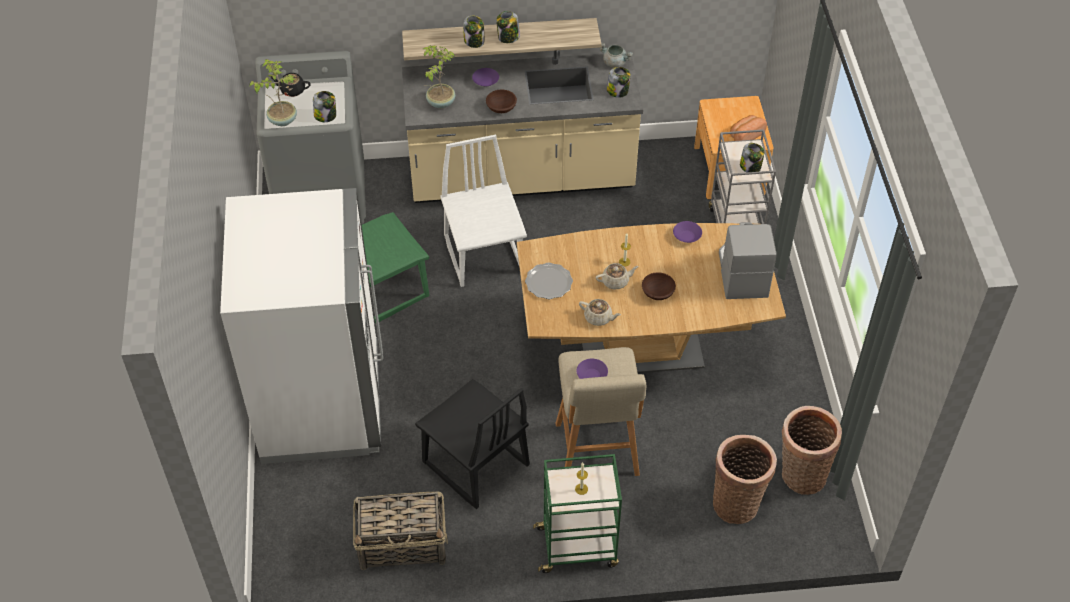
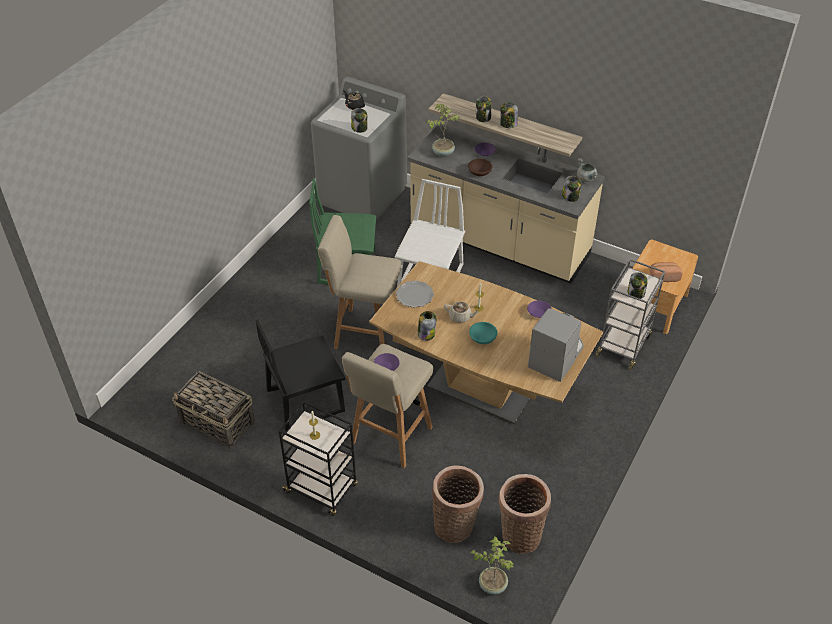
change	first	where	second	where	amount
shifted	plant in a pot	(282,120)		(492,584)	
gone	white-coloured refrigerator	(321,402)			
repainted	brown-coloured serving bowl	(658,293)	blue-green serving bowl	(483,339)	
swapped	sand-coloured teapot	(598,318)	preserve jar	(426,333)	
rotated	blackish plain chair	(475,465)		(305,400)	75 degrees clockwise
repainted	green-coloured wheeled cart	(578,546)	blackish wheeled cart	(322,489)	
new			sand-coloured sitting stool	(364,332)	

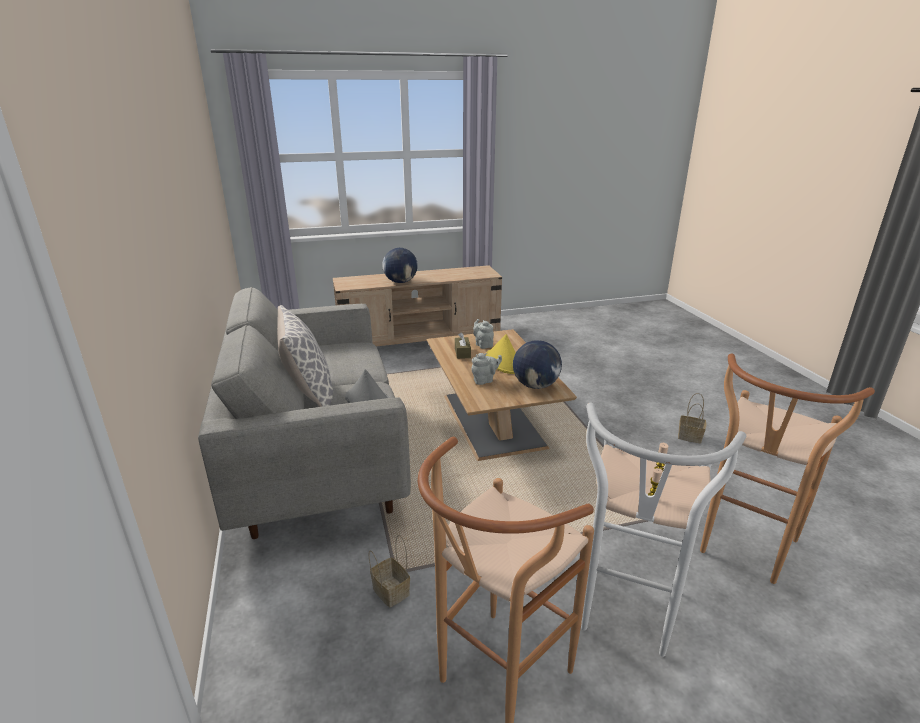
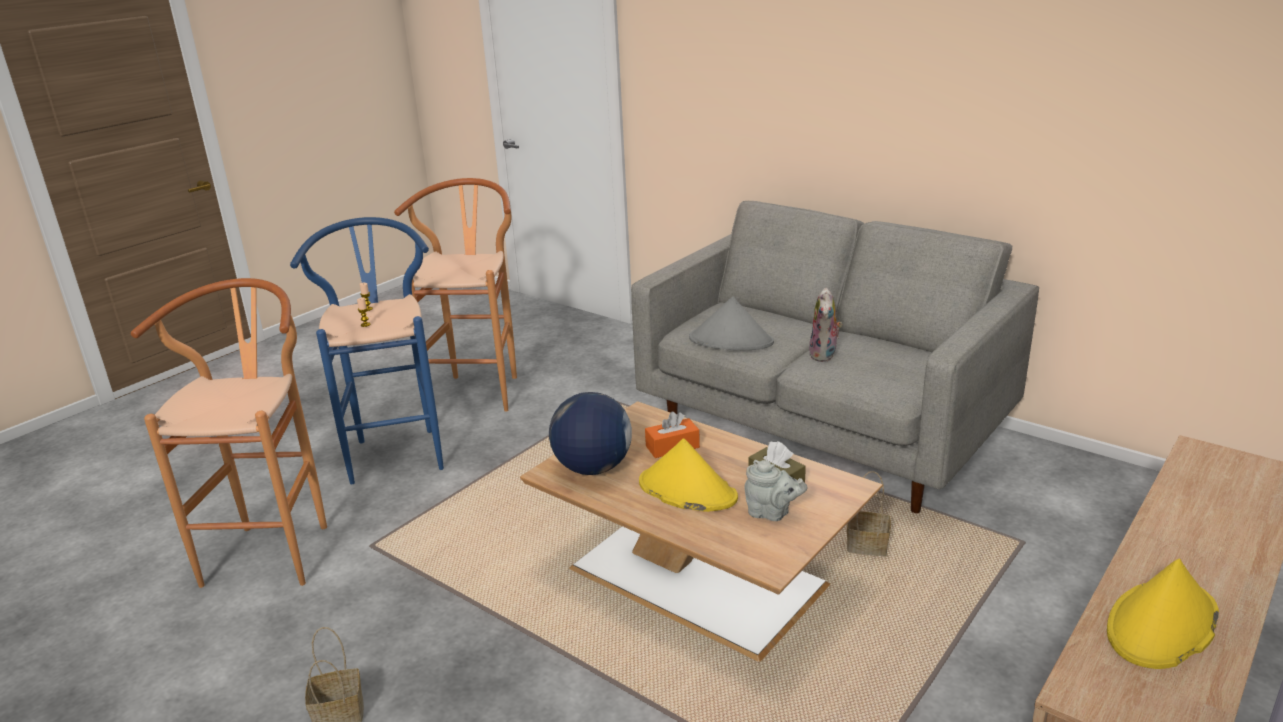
change	first	where	second	where	amount
gone	world globe	(400,282)			
gone	throw pillow	(309,394)			
swapped	grey teapot	(485,380)	orange-coloured box of tissues	(672,447)	
repainted	white-coloured sitting stool	(626,616)	blue-coloured sitting stool	(396,450)	
shifted	basket	(389,591)		(868,546)	
new			plush toy	(824,355)	
new			yellow-coloured wearable hat	(1161,625)	

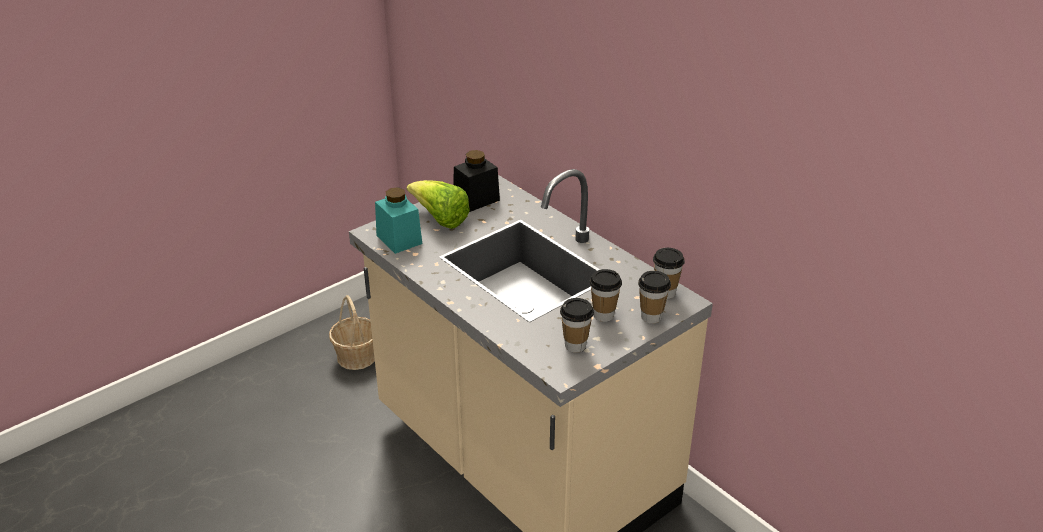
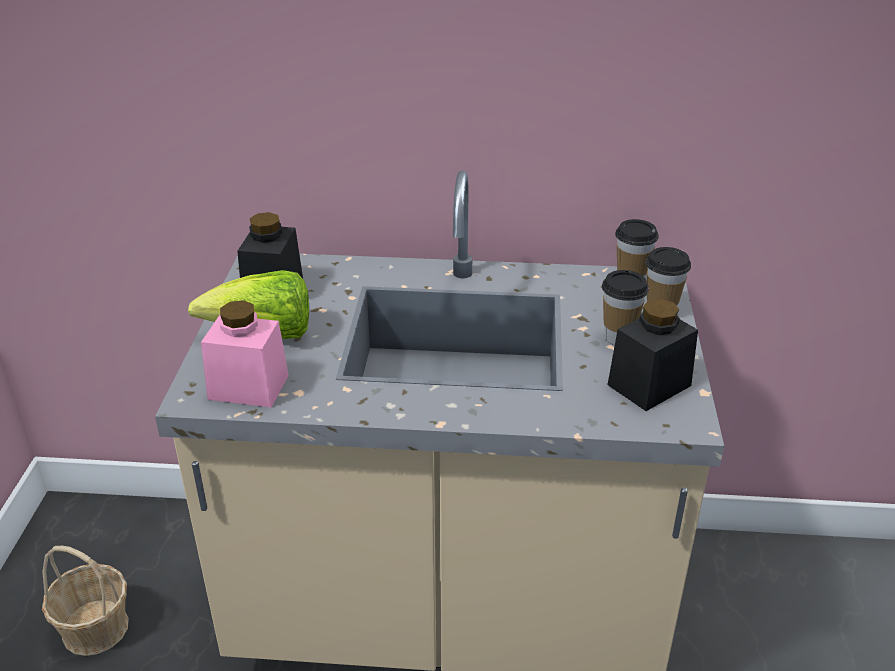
change	first	where	second	where	amount
repainted	blue-green preserve jar	(399,239)	pink preserve jar	(248,387)	
swapped	drinking cup	(575,345)	blackish preserve jar	(649,385)	

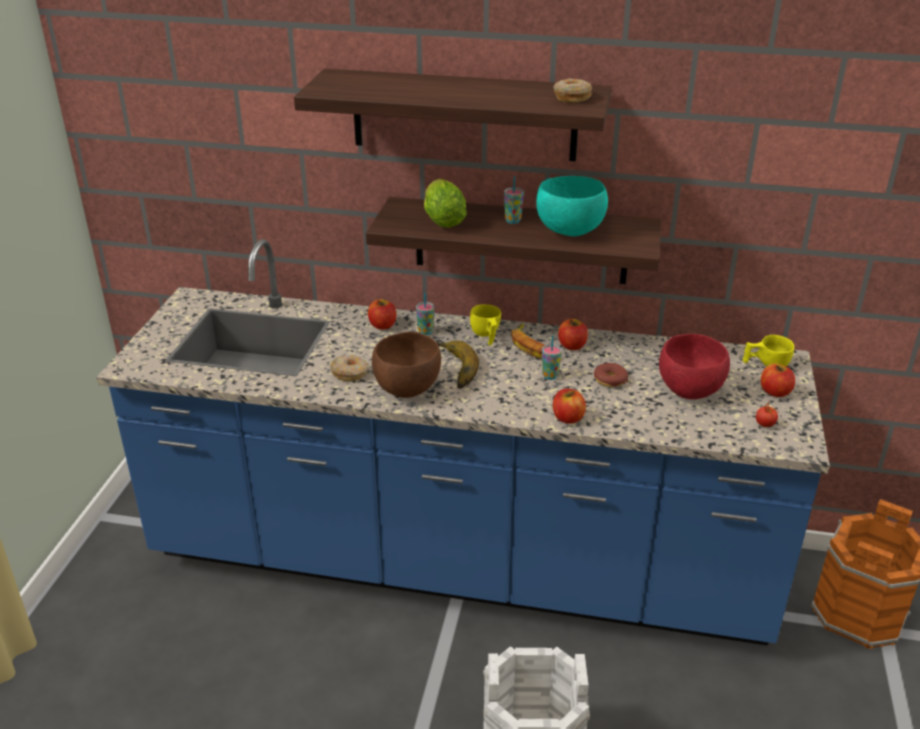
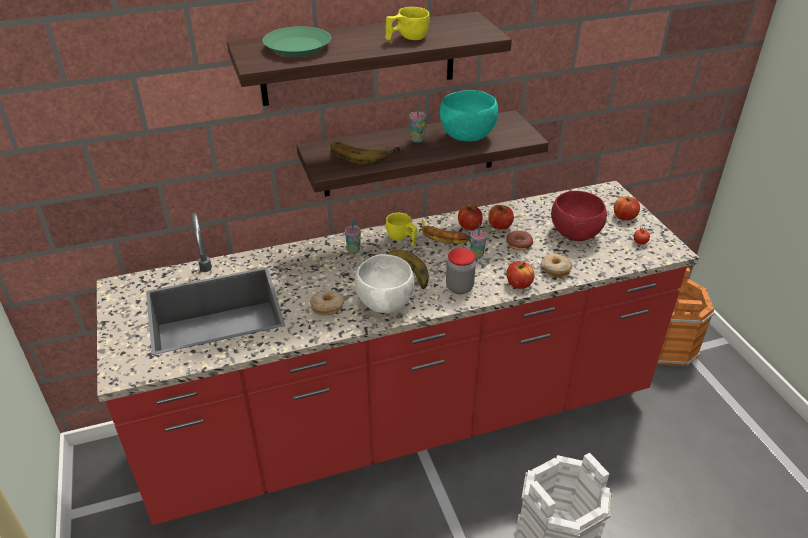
change	first	where	second	where	amount
shifted	donut	(572,97)		(555,269)	
swapped	lettuce	(442,219)	whole banana	(363,153)	
repainted	blue-coloured counter	(460,563)	red-coloured counter	(404,421)	
shifted	apple fruit	(382,325)		(500,226)	
repainted	brown-coloured serving bowl	(406,389)	white-coloured serving bowl	(384,304)	
shifted	yellow-coloured drinking cup	(765,364)		(406,38)	
new			green-coloured dinner plate	(298,47)	
new			preserve jar	(459,287)	

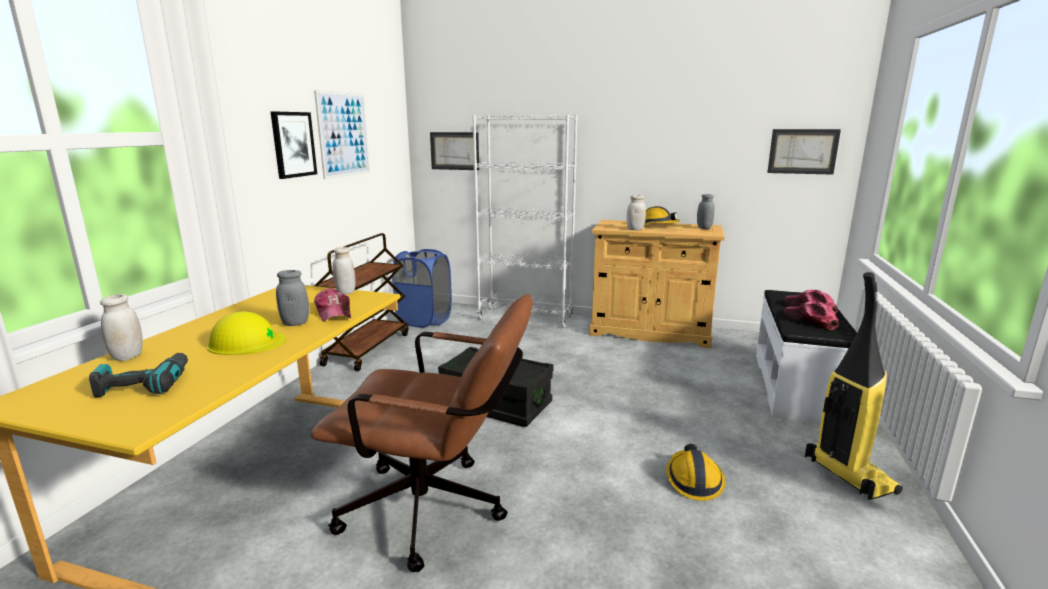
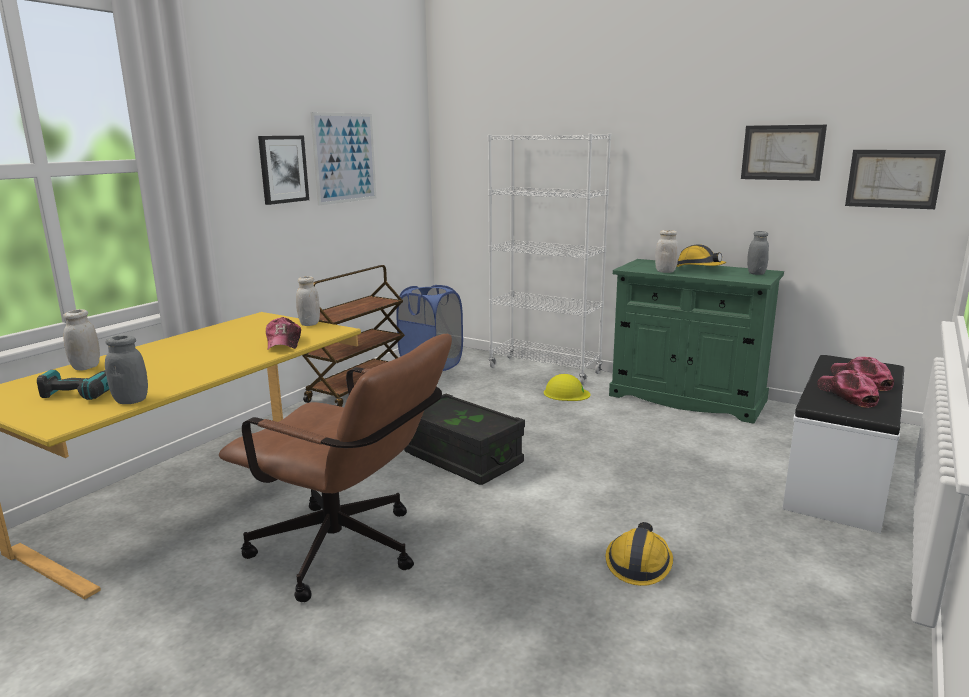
change	first	where	second	where	amount
shifted	picture	(454,151)		(782,152)	
repainted	sand-coloured cupboard	(650,332)	green-coloured cupboard	(687,398)	
shifted	grey preserve jar	(295,323)		(131,400)	
gone	vacuum	(847,475)			
shifted	yellow-coloured work helmet	(246,342)		(566,393)	

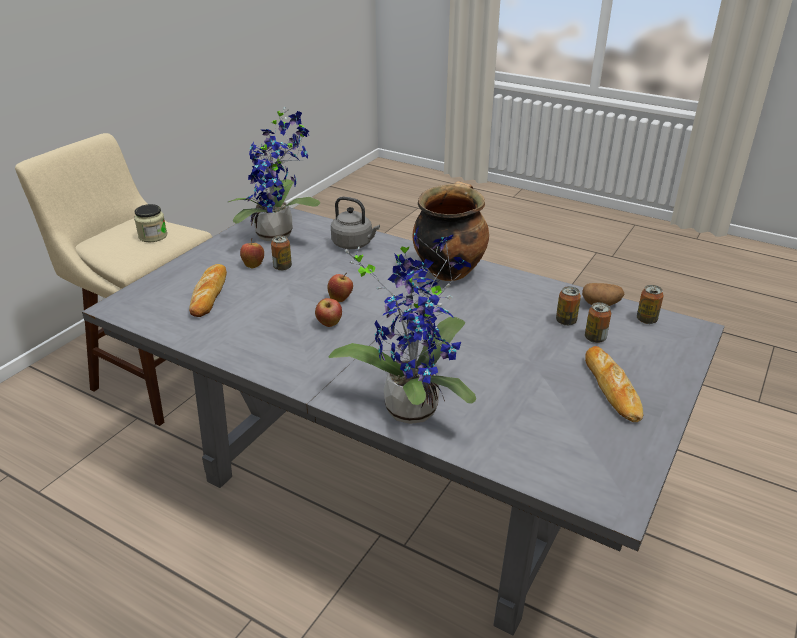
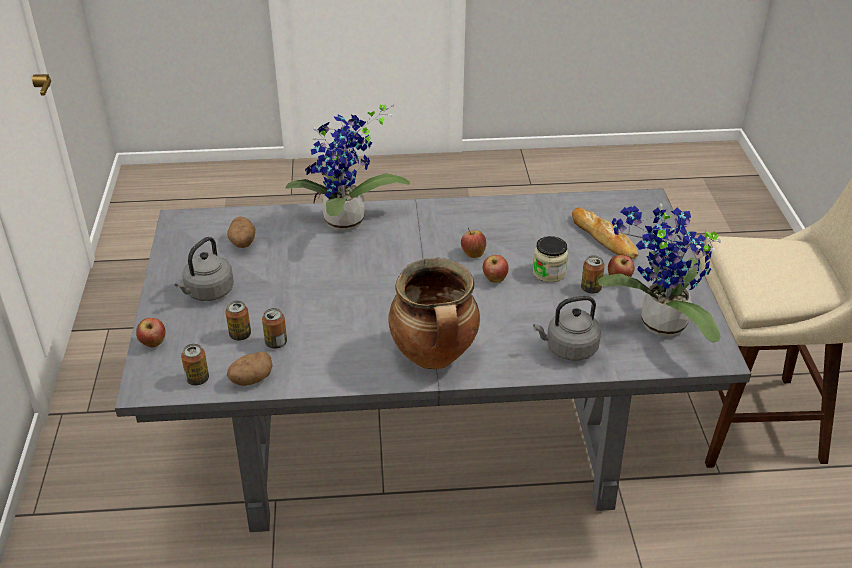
change	first	where	second	where	amount
shifted	preserve jar	(153,236)		(549,273)	
swapped	baked bread	(611,388)	grey kettle	(208,293)	
new			potato	(242,243)	
new			apple fruit	(153,344)	

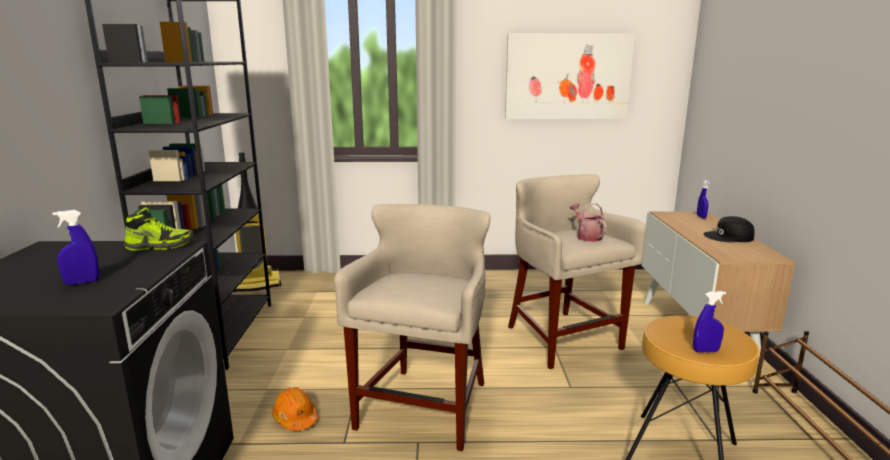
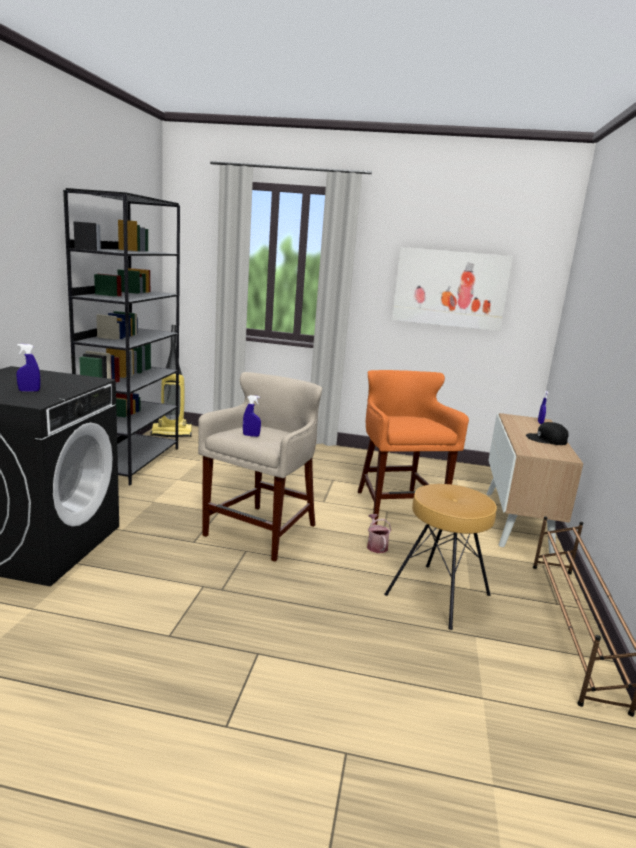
change	first	where	second	where	amount
repainted	sand-coloured sitting stool	(562,339)	orange-coloured sitting stool	(397,507)	
shifted	watering can	(587,236)		(376,545)	
gone	low shoe	(160,246)			
shifted	blue-coloured sprayer	(705,351)		(251,435)	
gone	orange-coloured work helmet	(295,418)			

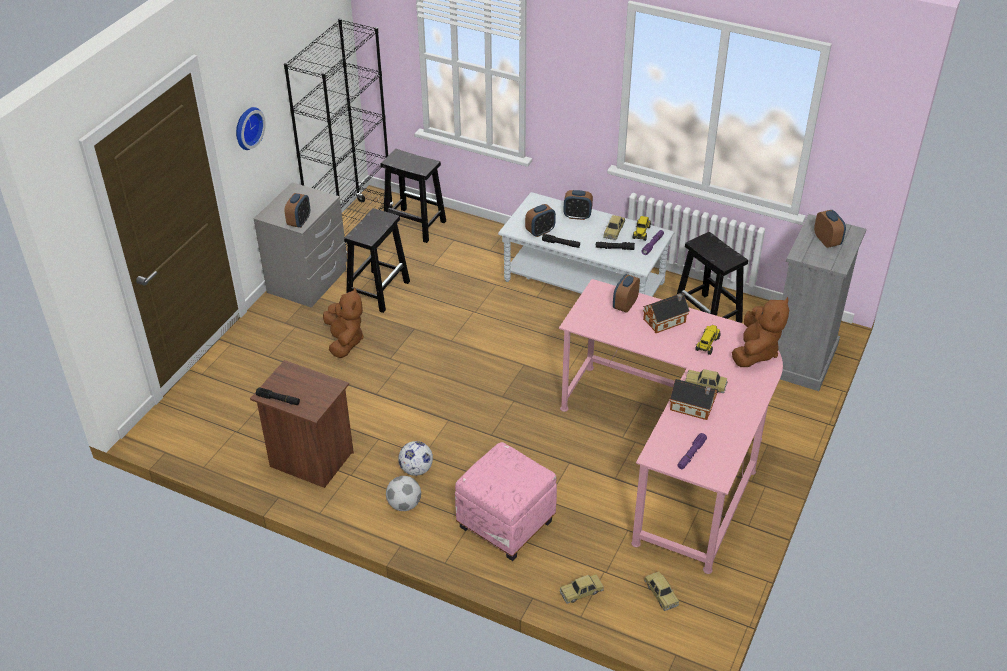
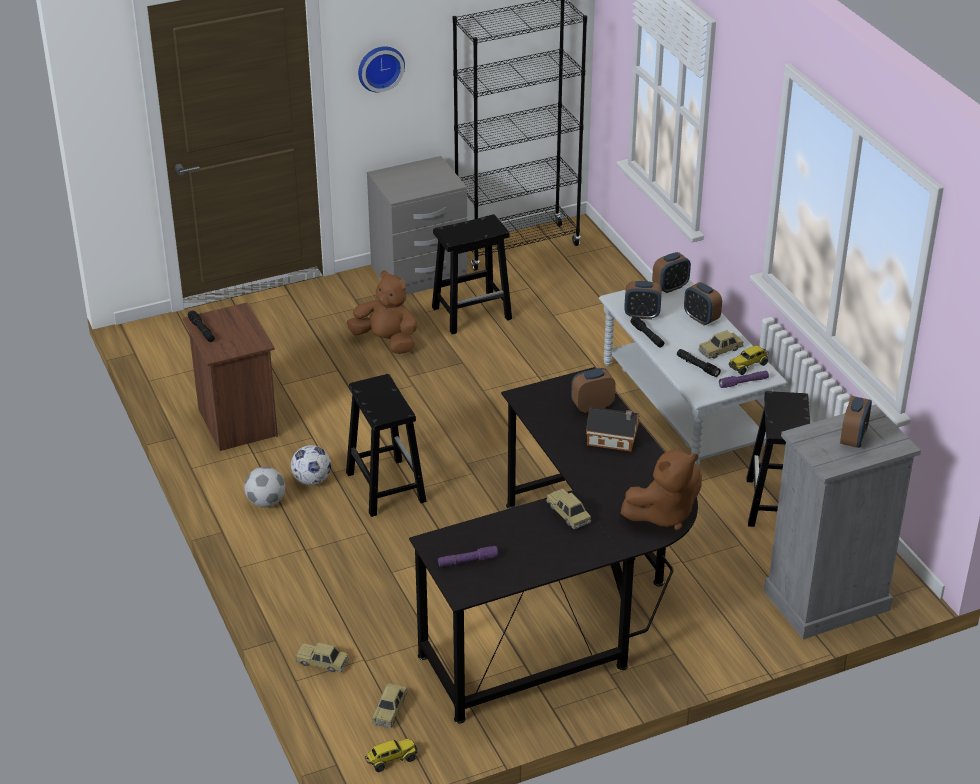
change	first	where	second	where	amount
shifted	blackish sitting stool	(413,225)		(385,486)	
shifted	bedside clock	(299,222)		(670,287)	
repainted	pink desk	(673,452)	blackish desk	(566,603)	
rotated	brown-coloured plush toy	(345,341)		(386,341)	90 degrees counterclockwise
shifted	model truck	(707,344)		(391,759)	
gone	model house	(693,407)			
gone	pink ottoman	(507,524)			

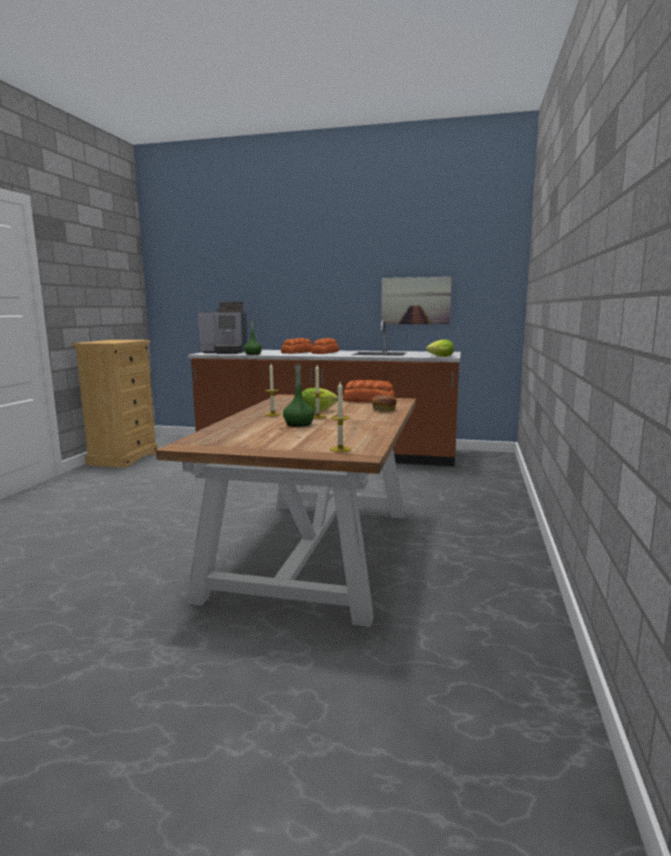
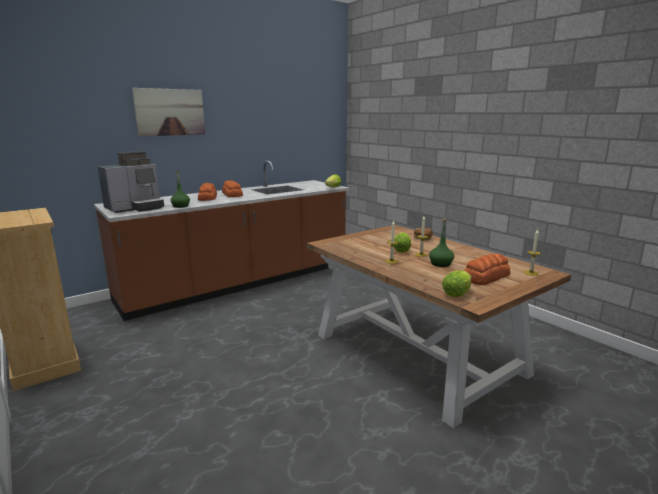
change	first	where	second	where	amount
shifted	picture	(415,301)		(170,112)	
shifted	baked bread	(368,400)		(485,277)	
new			lettuce	(458,293)	

